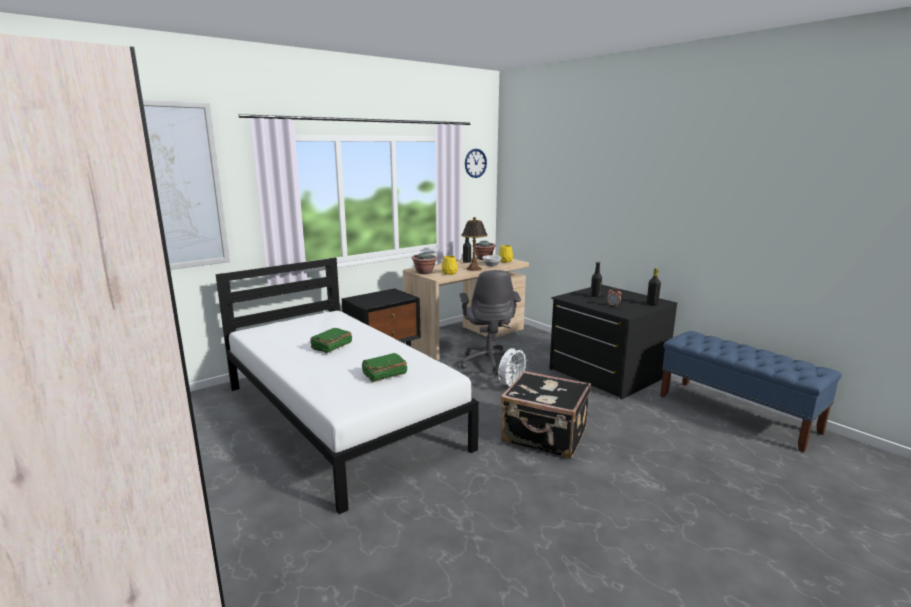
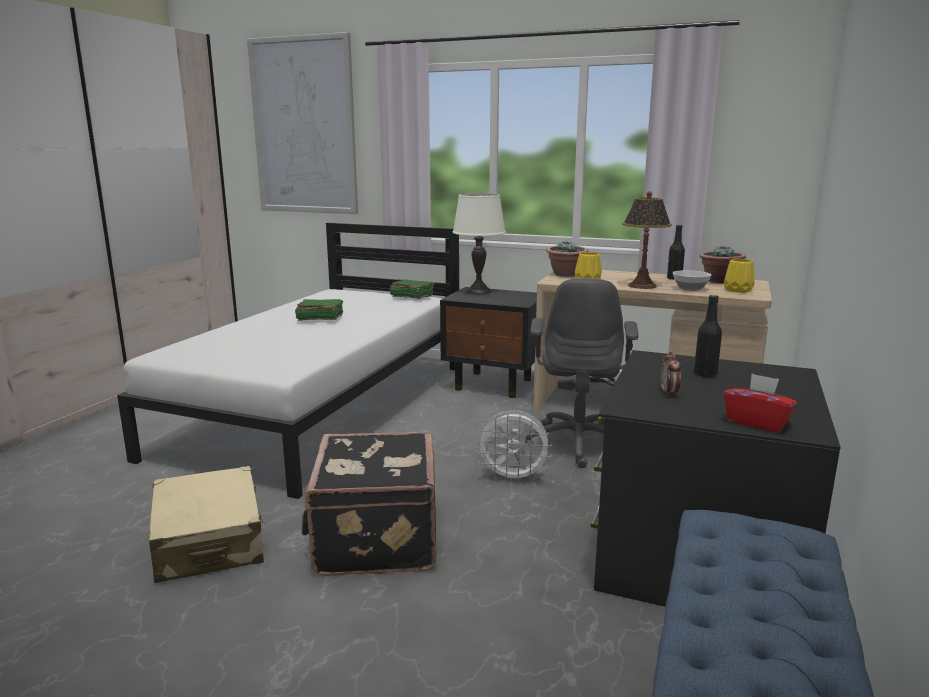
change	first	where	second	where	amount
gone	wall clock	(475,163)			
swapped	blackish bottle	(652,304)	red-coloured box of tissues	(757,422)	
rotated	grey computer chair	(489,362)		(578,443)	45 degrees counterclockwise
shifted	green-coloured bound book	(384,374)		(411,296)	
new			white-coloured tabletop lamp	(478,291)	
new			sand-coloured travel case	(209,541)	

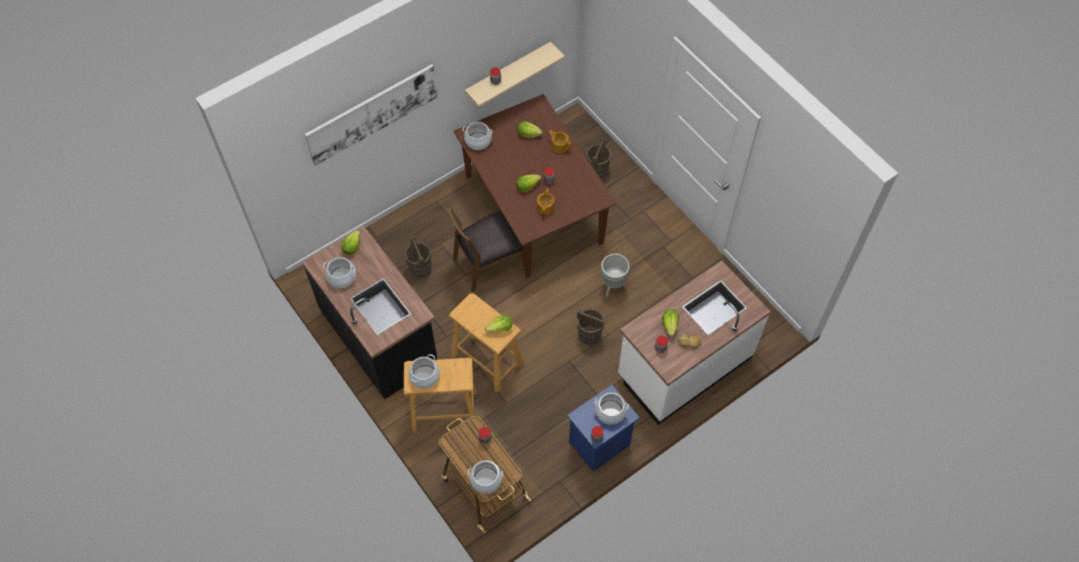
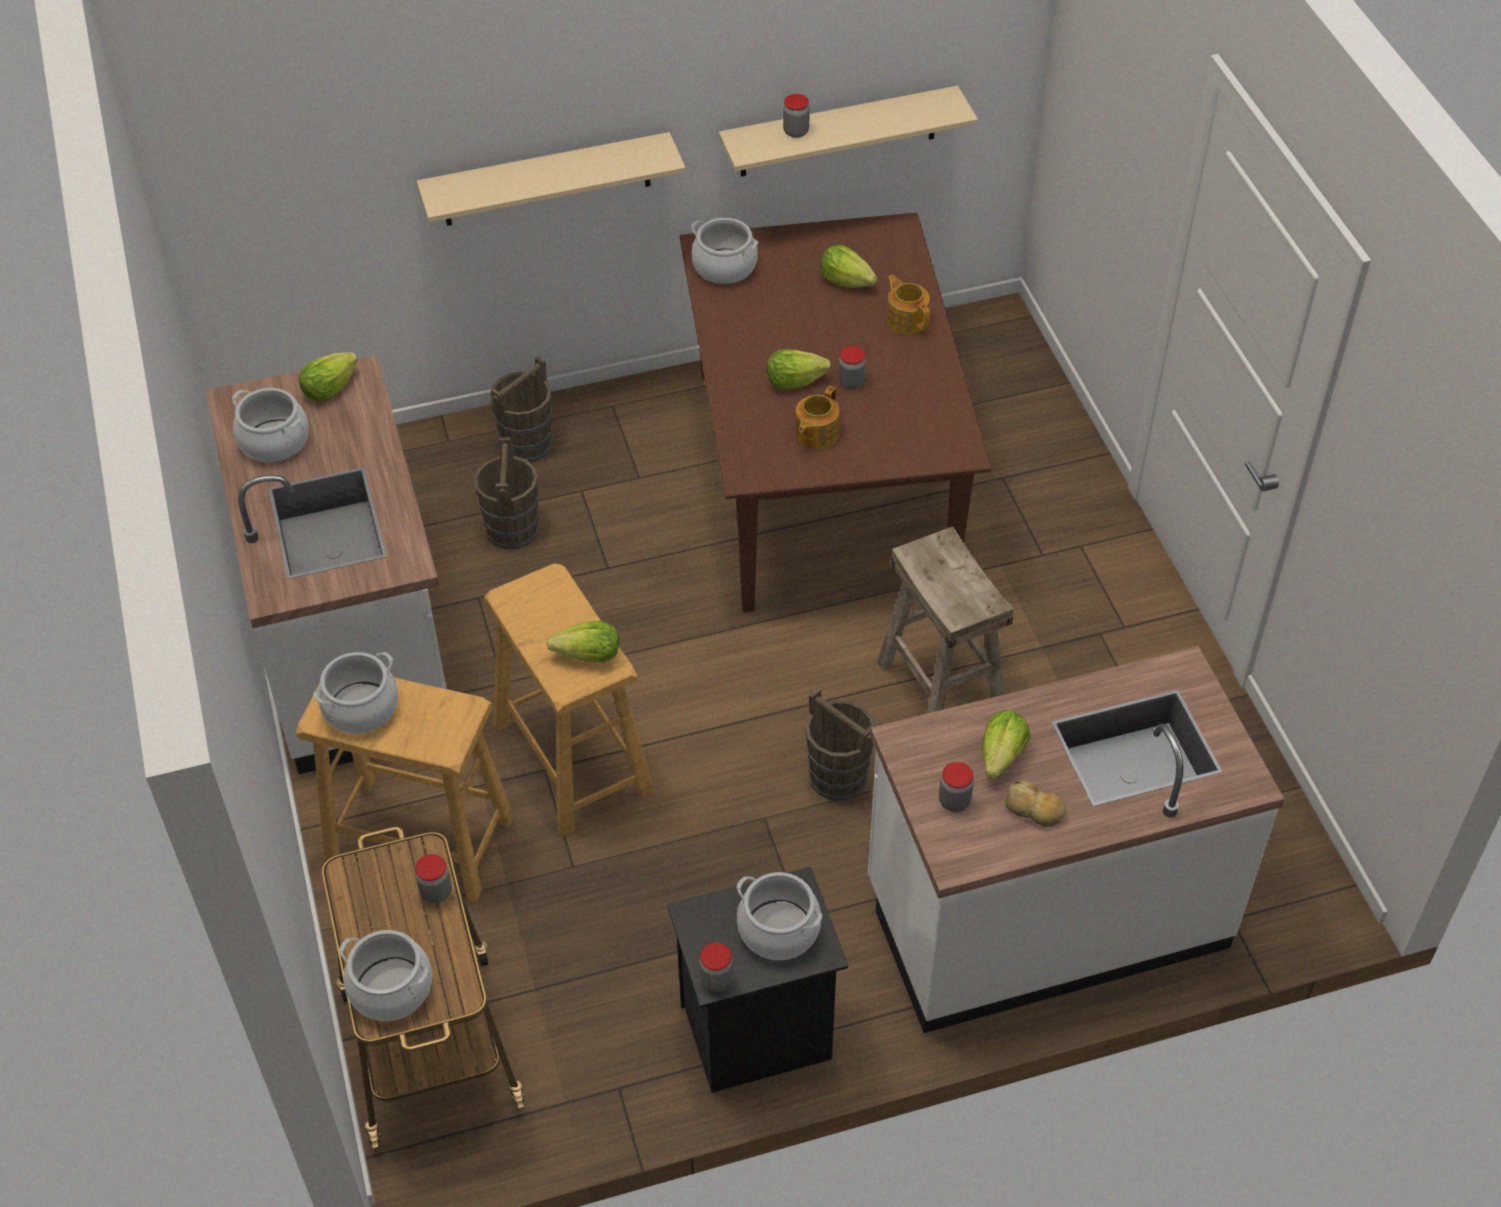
change	first	where	second	where	amount
gone	picture	(372,113)			
shifted	brown-coloured bucket	(597,171)		(527,444)	
gone	brown-coloured plain chair	(489,263)			
repainted	blackish counter	(380,337)	white-coloured counter	(355,641)	
swapped	grey plant pot	(612,286)	sand-coloured sitting stool	(939,686)	
repainted	blue-coloured night table	(600,444)	blackish night table	(758,1034)	
new			sand-coloured bracket shelf	(546,180)	

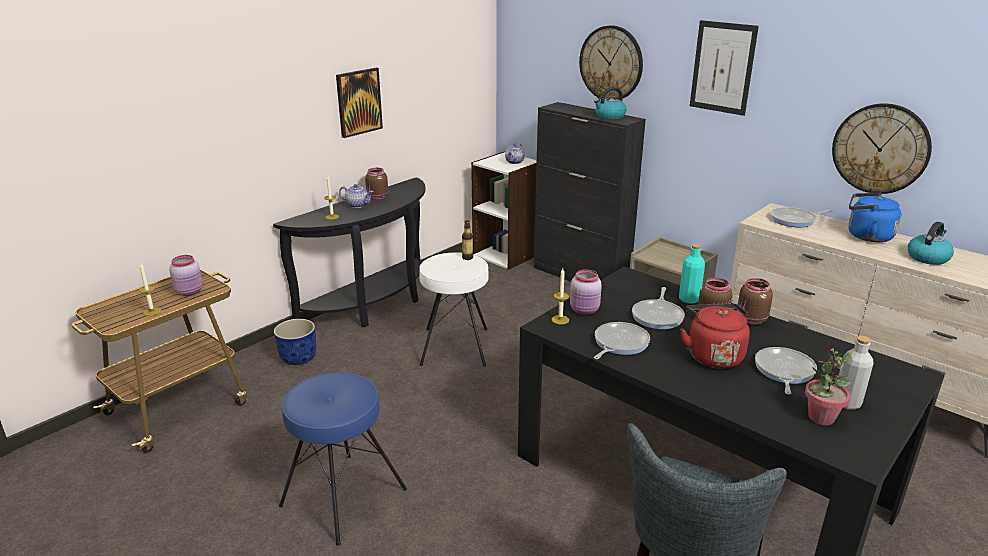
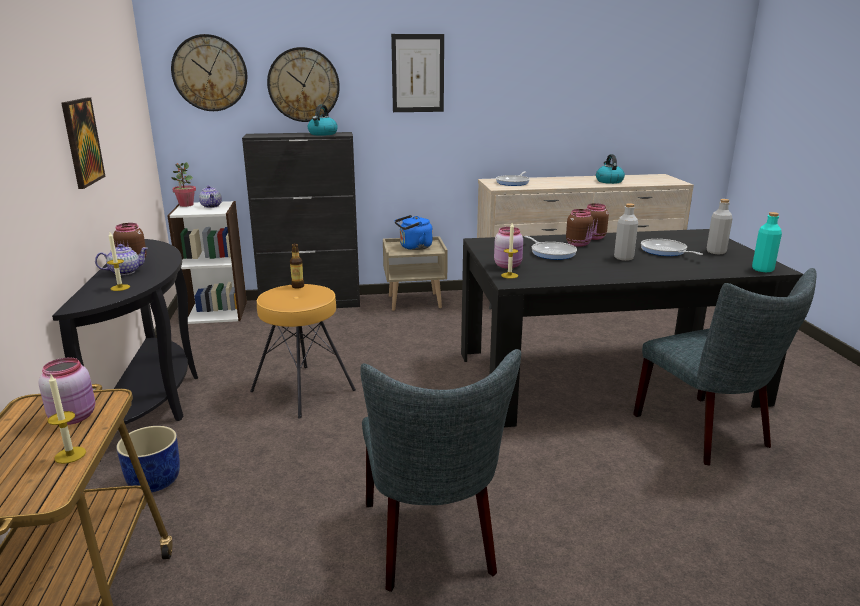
change	first	where	second	where	amount
shifted	wall clock	(880,148)		(210,73)	
shifted	blue-coloured kettle	(866,236)		(414,247)	
shifted	blue-green bottle	(689,299)		(762,269)	
repainted	white-coloured sitting stool	(455,346)	brown-coloured sitting stool	(303,390)	
swapped	red-coloured kettle	(713,355)	grey bottle	(623,258)	
gone	pan	(619,343)			
shifted	plant in a pot	(820,417)		(186,205)	
swapped	blue-coloured sitting stool	(343,497)	grey plain chair	(432,543)	

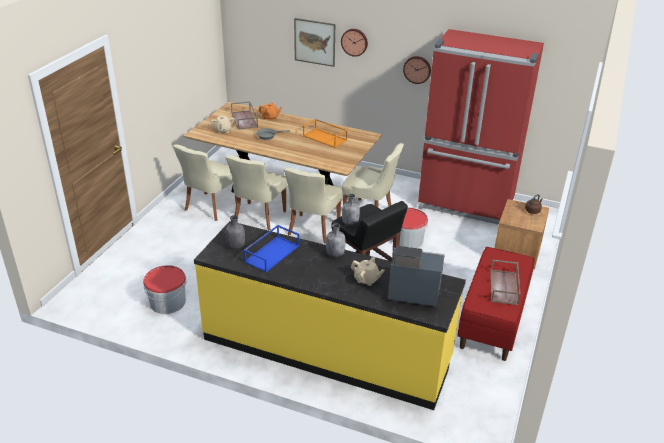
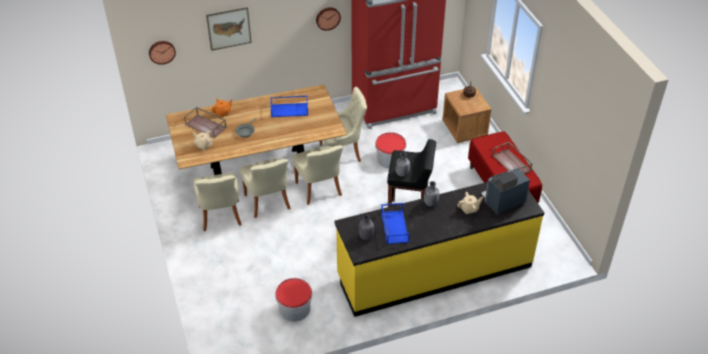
change	first	where	second	where	amount
shifted	wall clock	(354,42)		(162,51)	
repainted	orange-coloured serving tray	(325,138)	blue-coloured serving tray	(290,110)	

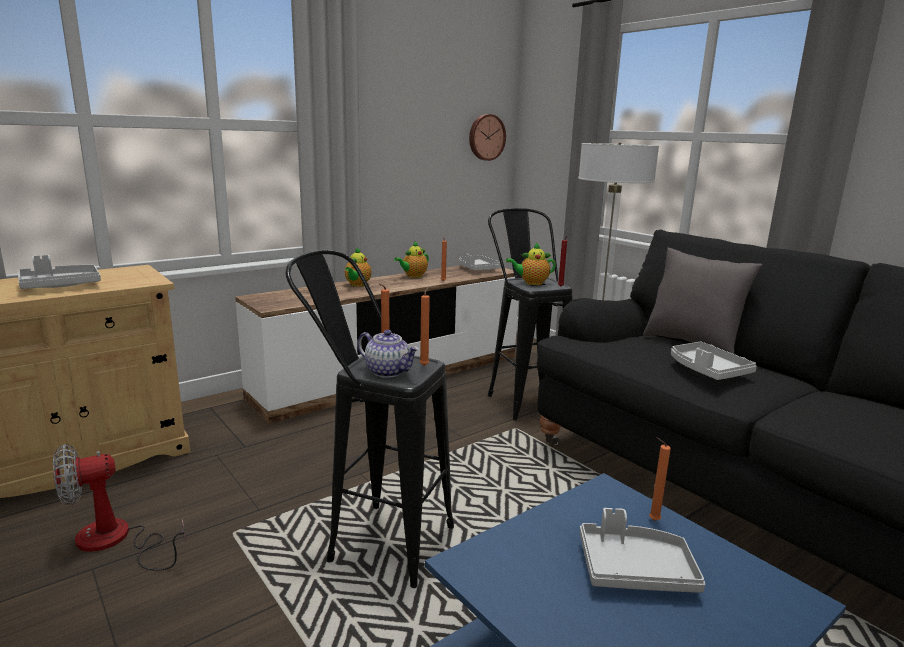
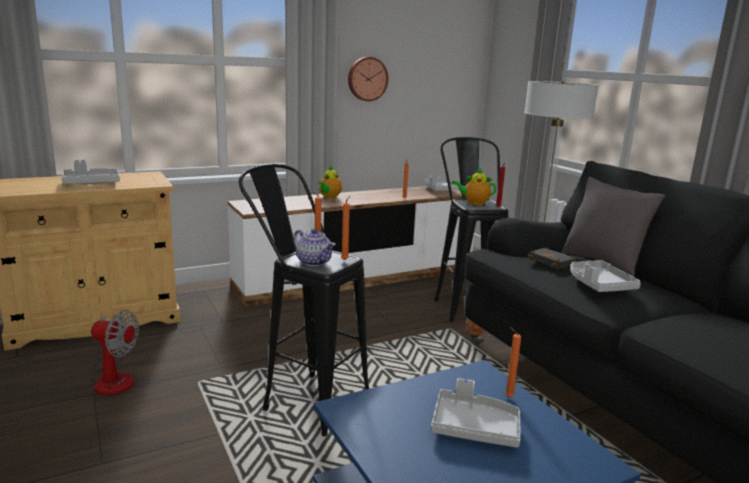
change	first	where	second	where	amount
shifted	wall clock	(486,137)		(367,79)	
gone	teapot	(413,276)			
rotated	cooling fan	(115,541)		(113,378)	150 degrees counterclockwise
new			blackish bound book	(553,262)	

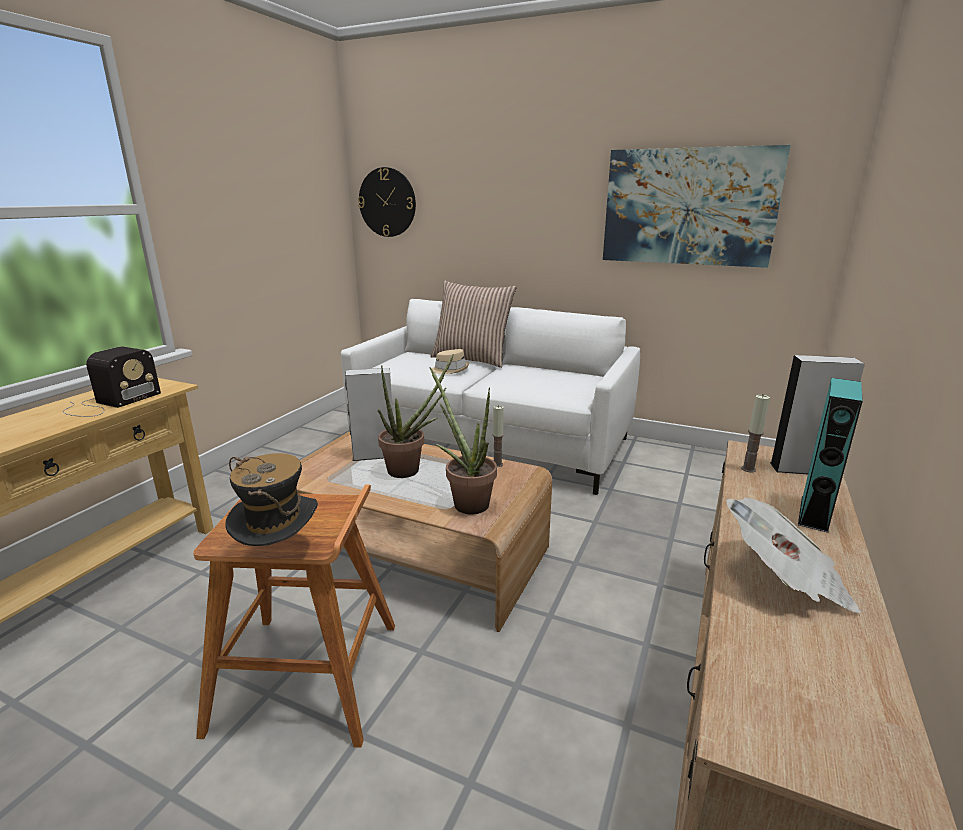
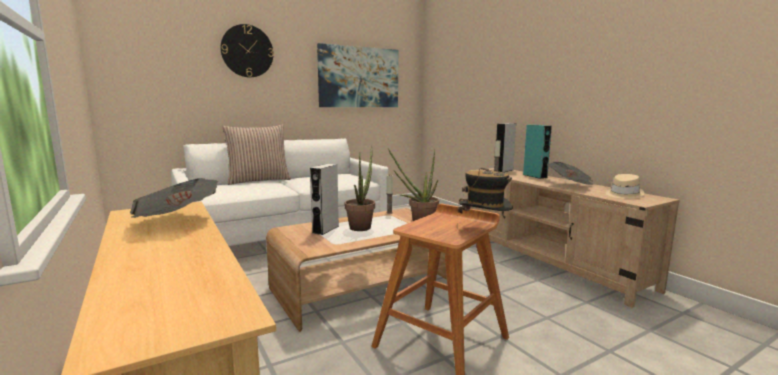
change	first	where	second	where	amount
shifted	wall clock	(387,202)		(247,51)	
swapped	radio receiver	(109,403)	daily paper	(177,221)	
shifted	sand-coloured wearable hat	(450,369)		(623,194)	

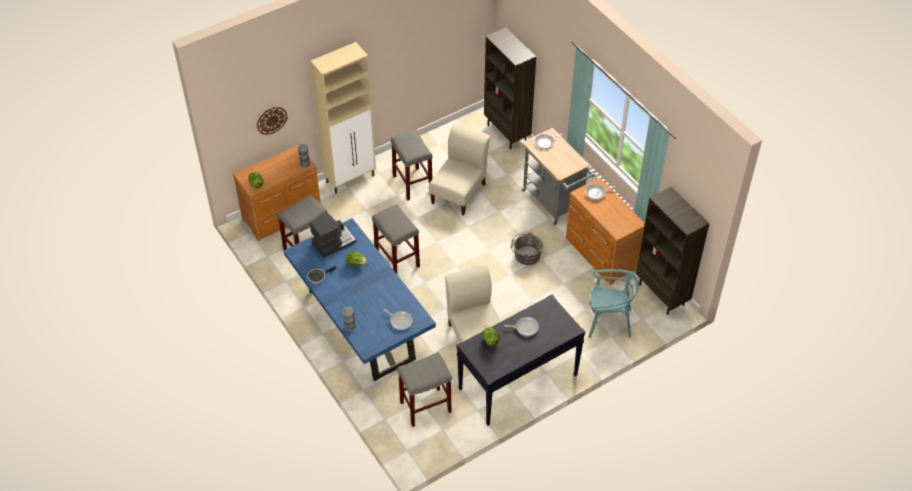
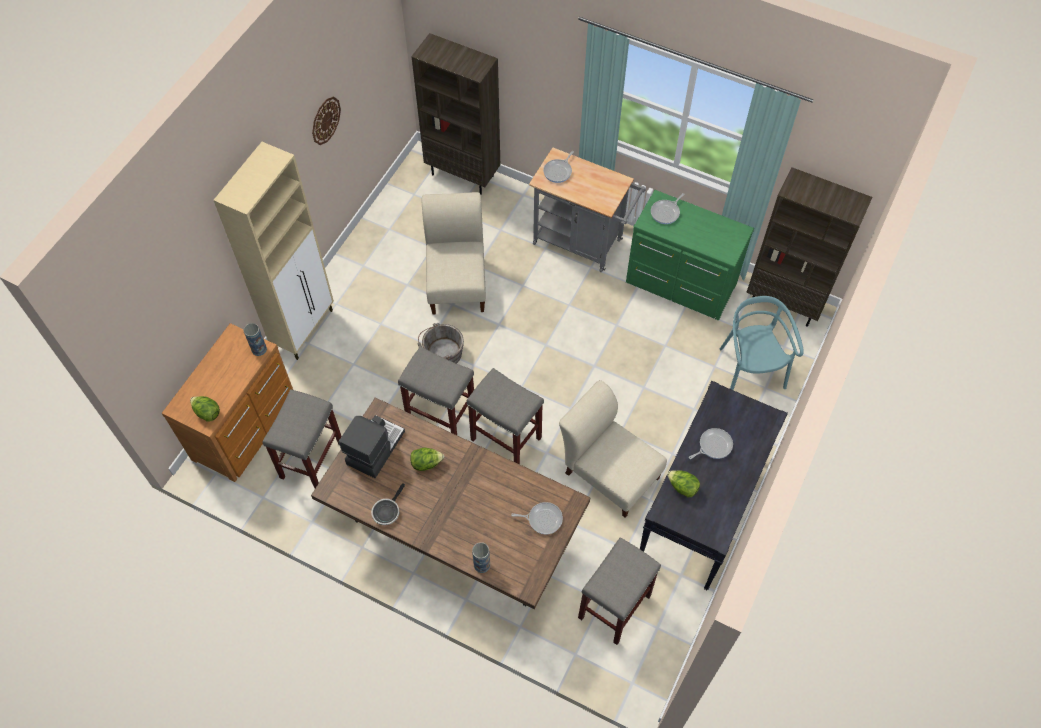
change	first	where	second	where	amount
shifted	wall clock	(271,120)		(325,120)	
shifted	grey sitting stool	(413,184)		(507,439)	
repainted	brown-coloured dresser	(600,254)	green-coloured dresser	(680,285)	
repainted	blue-coloured kitchen table	(361,325)	brown-coloured kitchen table	(454,533)	
shifted	grey bucket	(525,255)		(441,354)	
rotated	blue-green plain chair	(608,322)		(750,370)	75 degrees counterclockwise

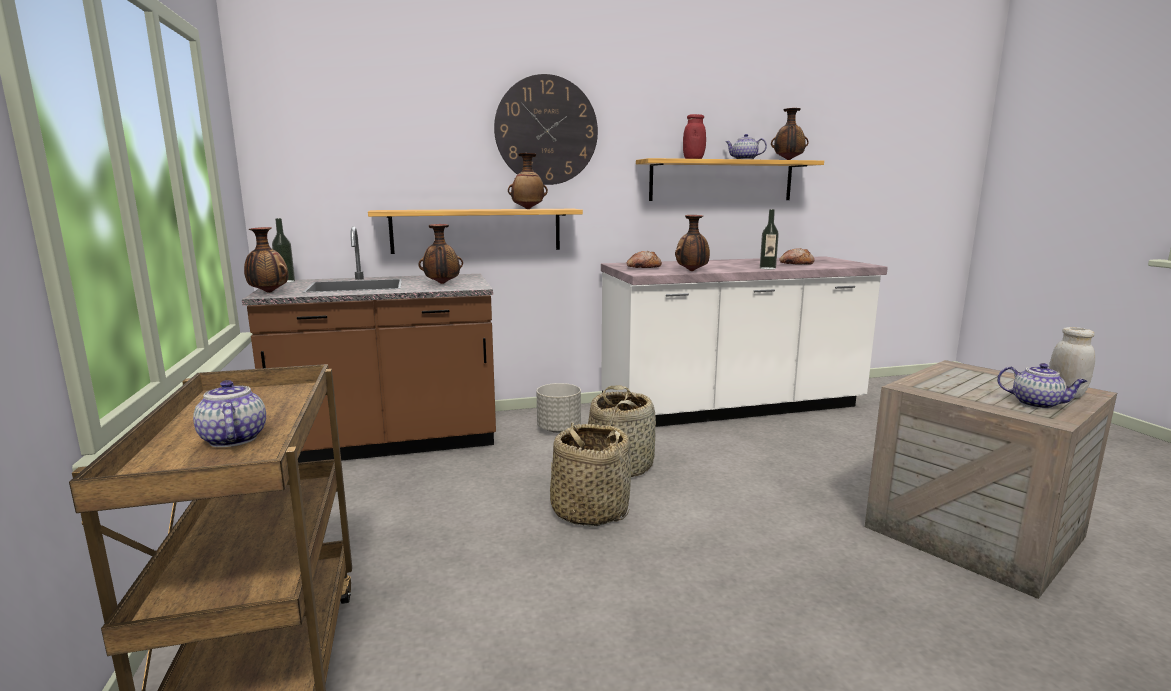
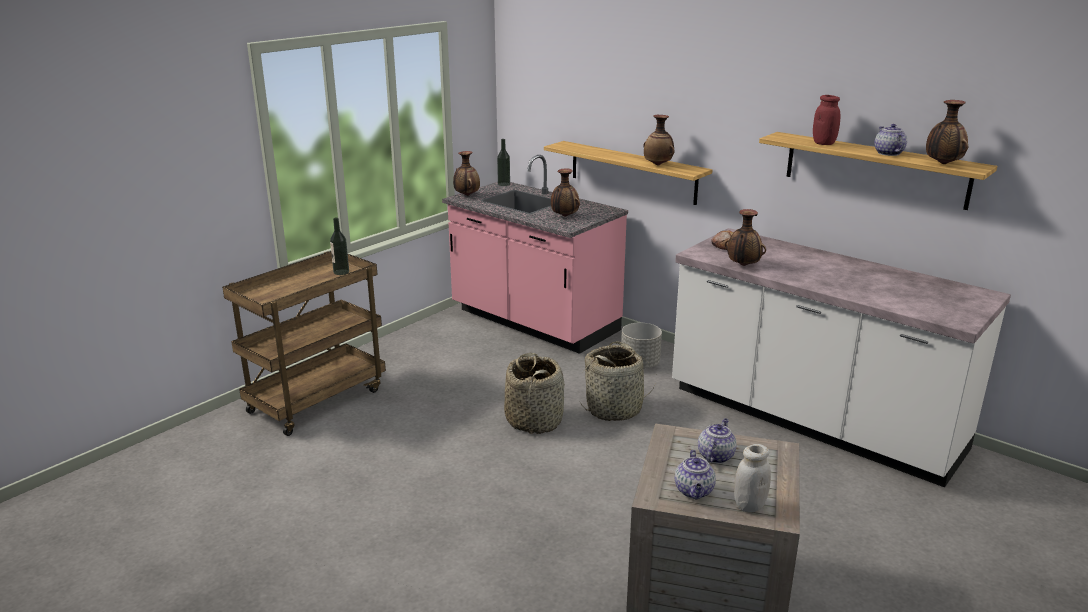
change	first	where	second	where	amount
gone	wall clock	(546,130)			
shifted	bottle	(767,268)		(341,272)	
repainted	brown-coloured counter	(389,442)	pink counter	(533,322)	
gone	baked bread	(796,264)			
shifted	teapot	(233,439)		(715,455)	

